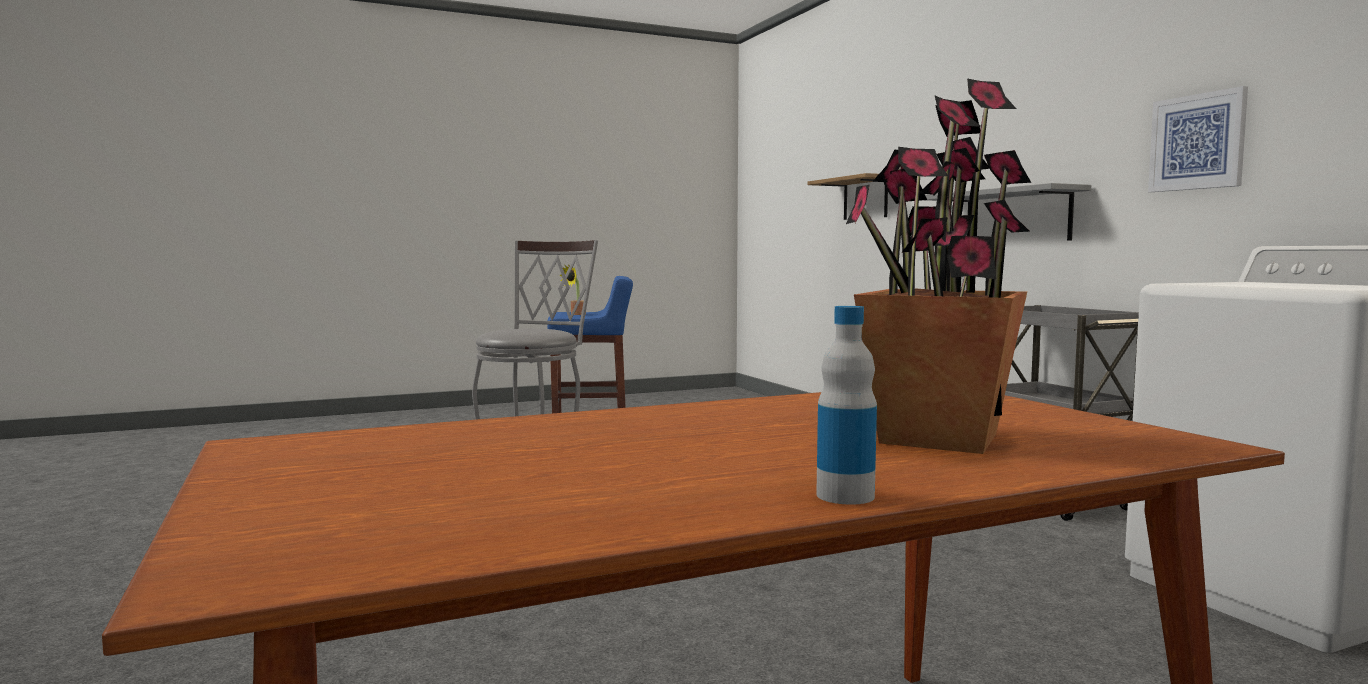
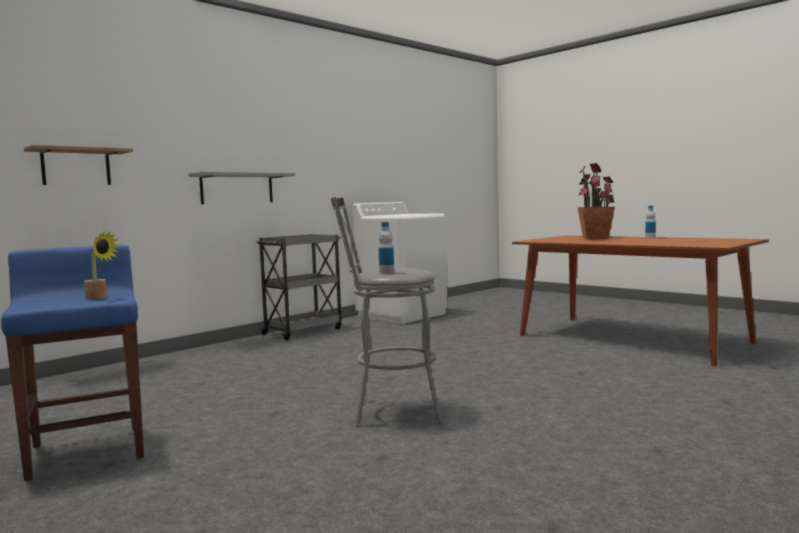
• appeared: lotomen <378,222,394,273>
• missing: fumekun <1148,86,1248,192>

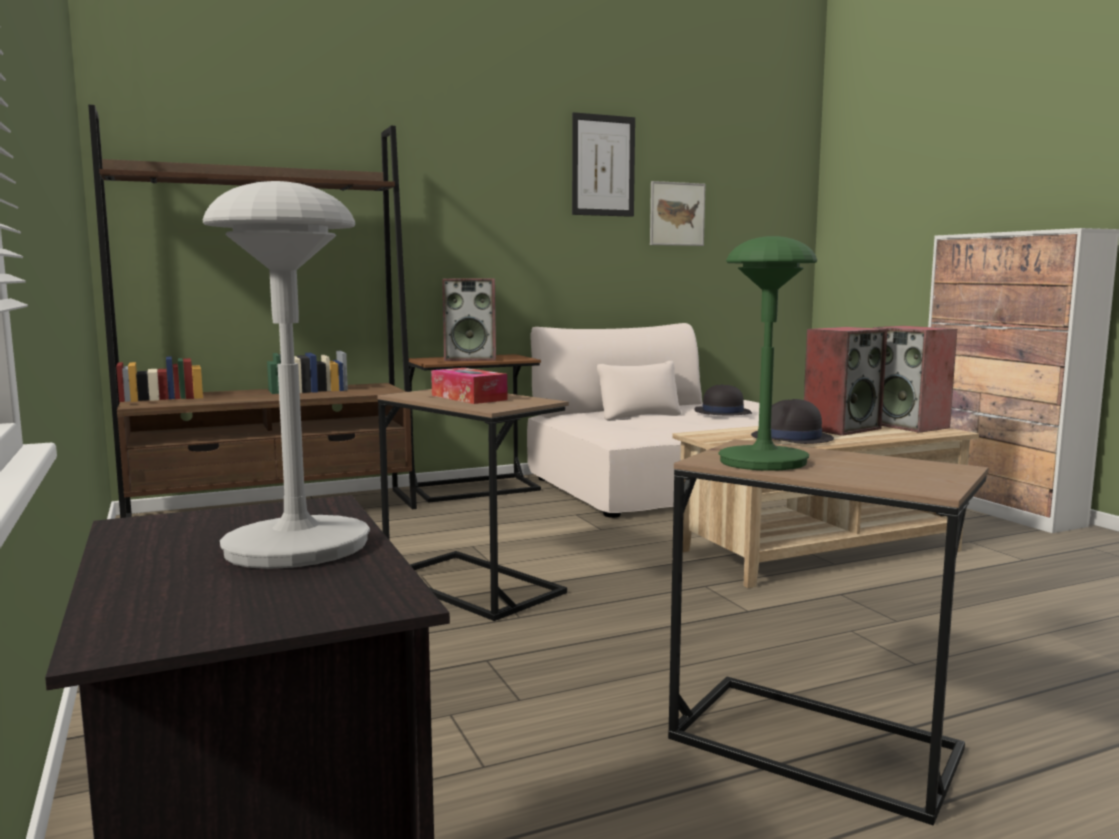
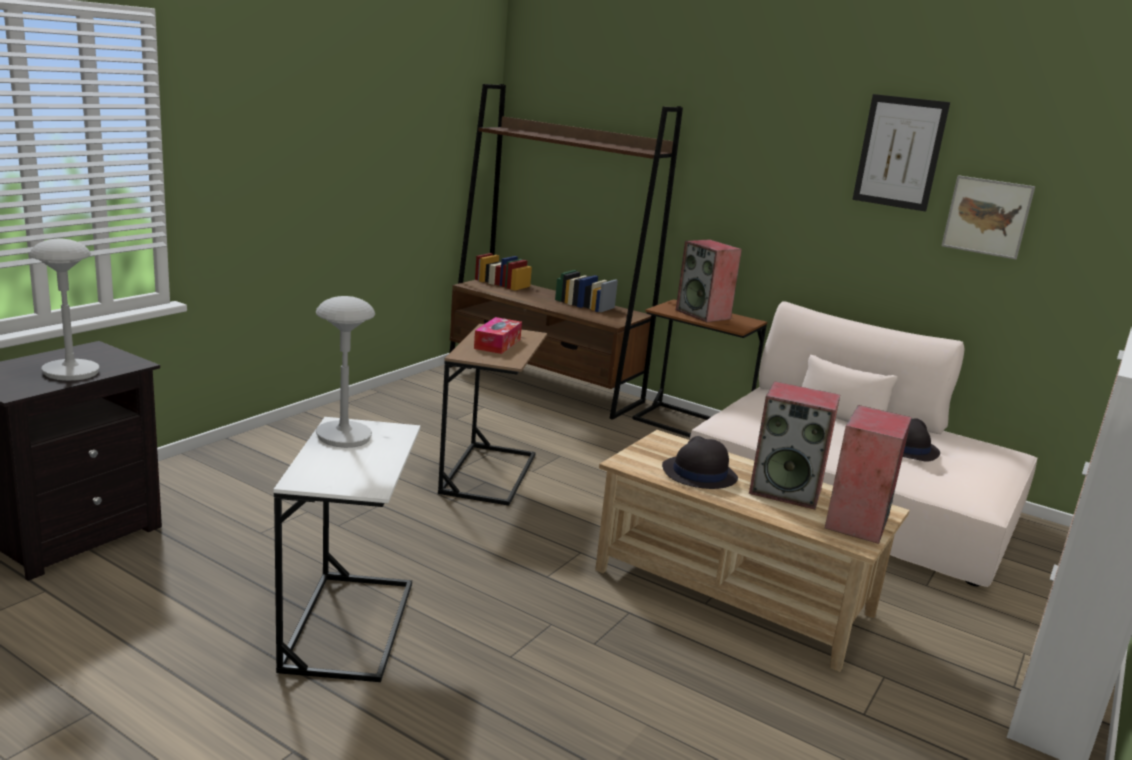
• colour: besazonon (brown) <668,439,989,825> to besazonon (white) <273,417,420,682>
• colour: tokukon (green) <719,236,817,471> to tokukon (grey) <316,296,375,448>

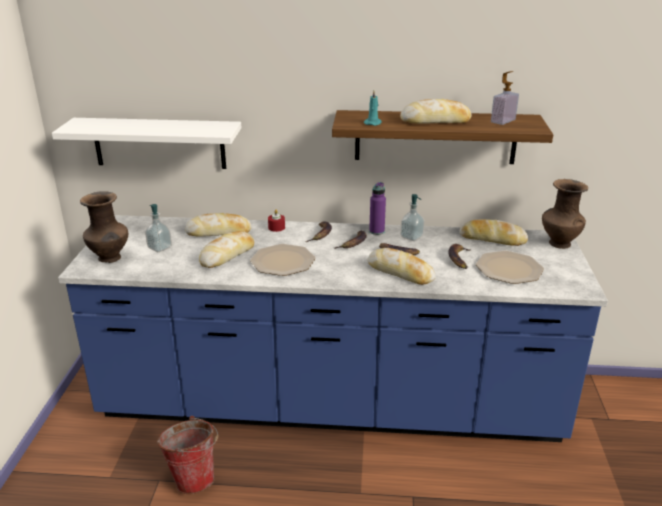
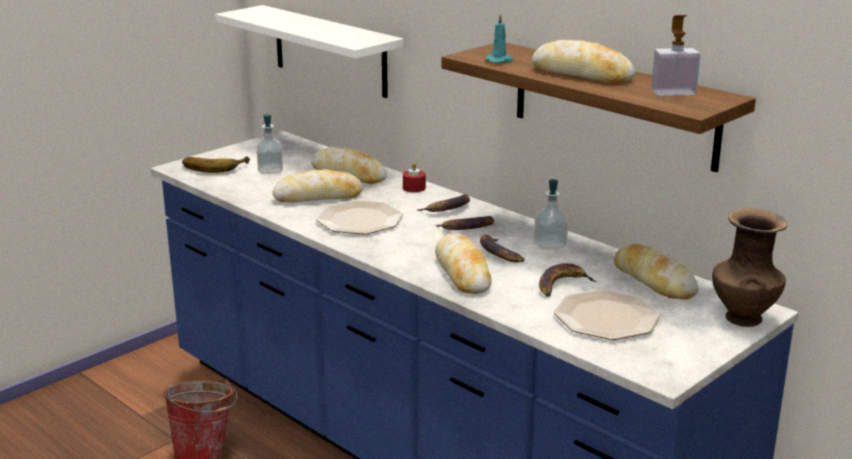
• exchanged: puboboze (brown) <80,191,128,263> to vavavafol <182,156,250,173>
• missing: lotomen (purple) <369,182,386,235>

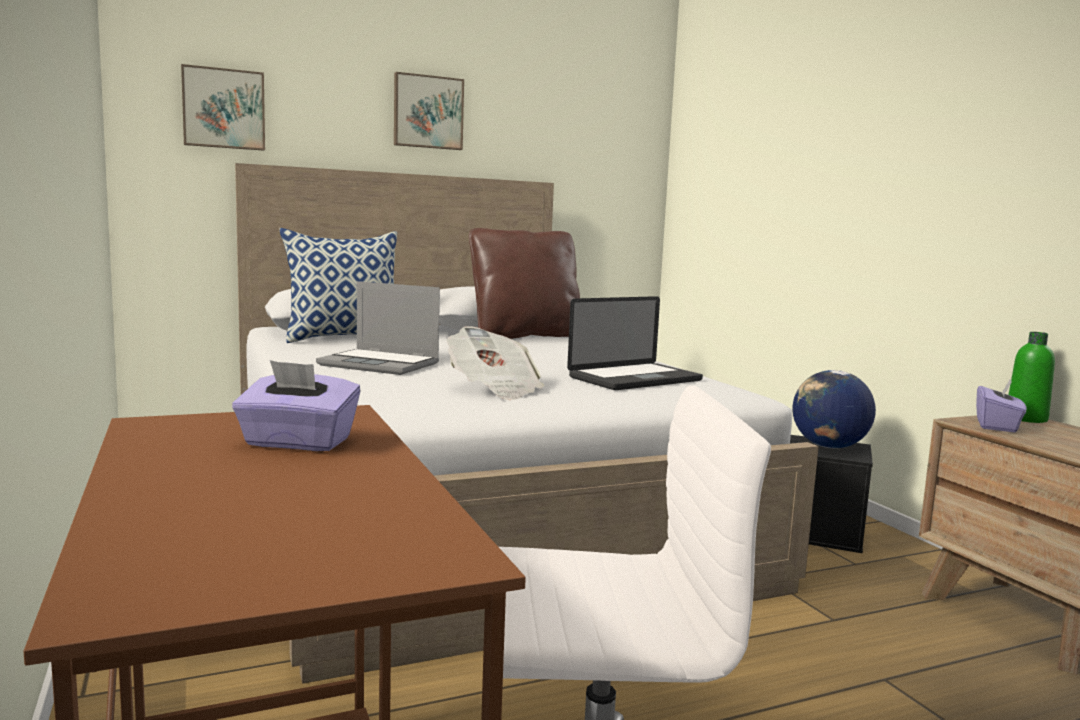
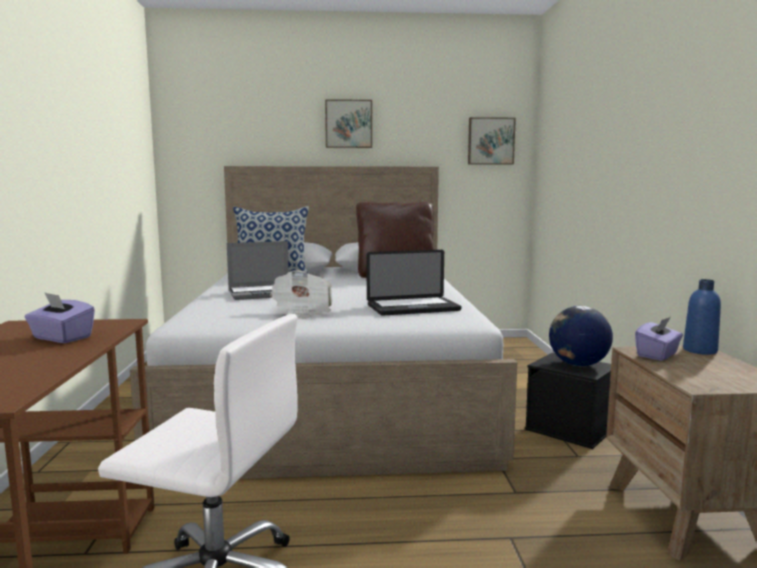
• spun: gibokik <316,281,440,375> = <227,241,289,300> 60 degrees counterclockwise
• relocated: fumekun <181,64,265,151> to <468,117,516,164>
• colour: lotomen (green) <1008,332,1055,423> to lotomen (blue) <683,279,721,355>

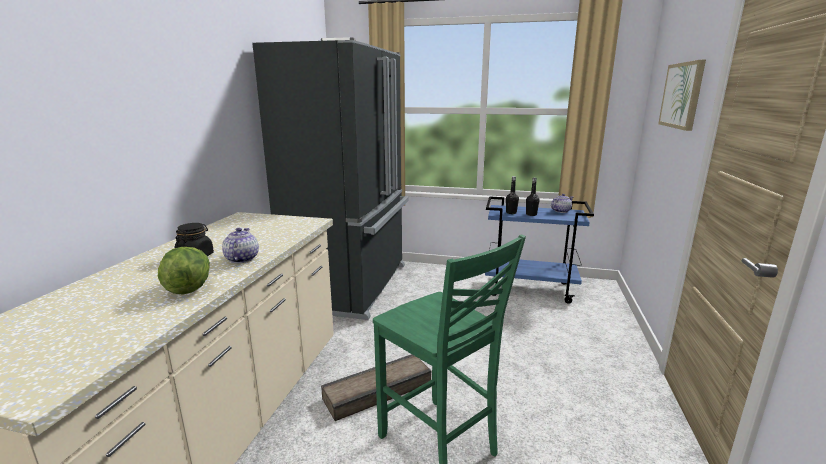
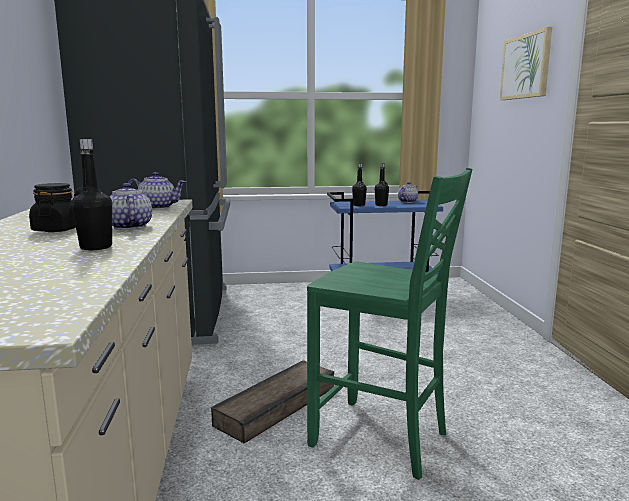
• exchanged: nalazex <158,247,210,295> to lotomen (black) <72,139,112,250>
• appeared: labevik <128,172,186,209>

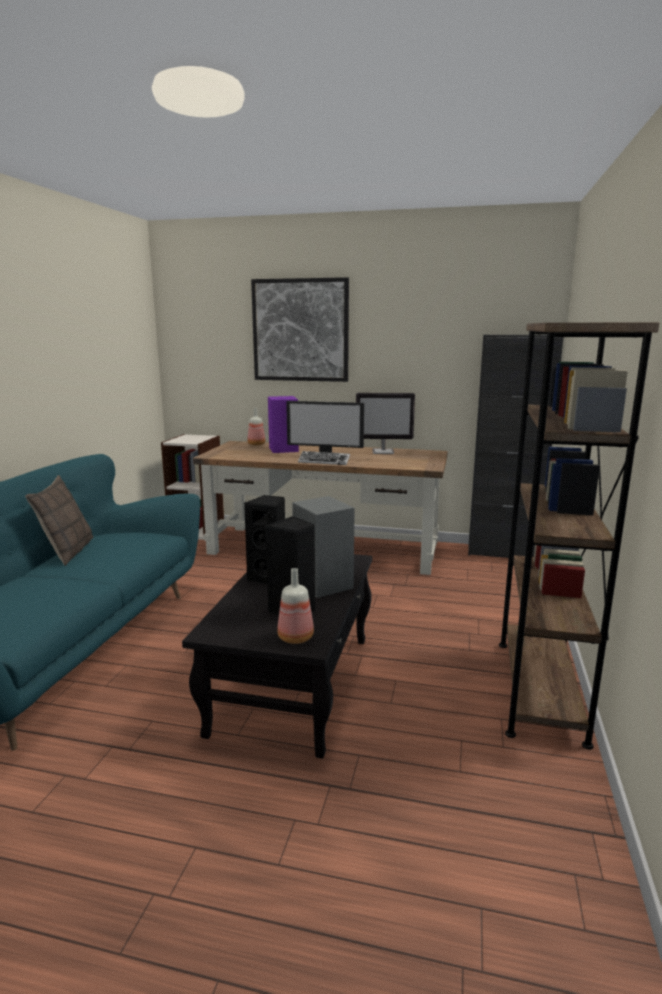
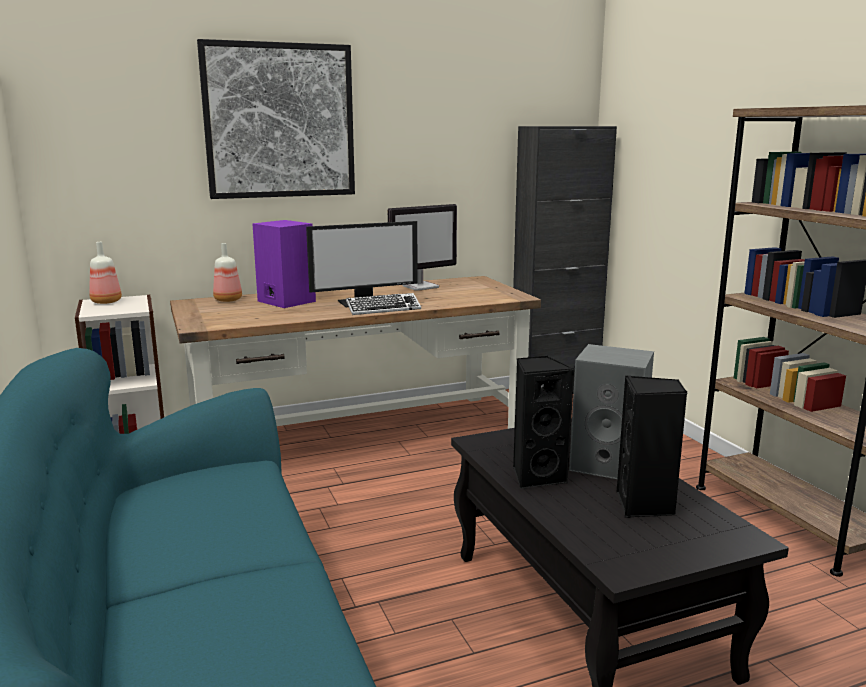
• relocated: lotomen <277,568,314,644> to <89,242,122,304>
• missing: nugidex <25,475,93,566>

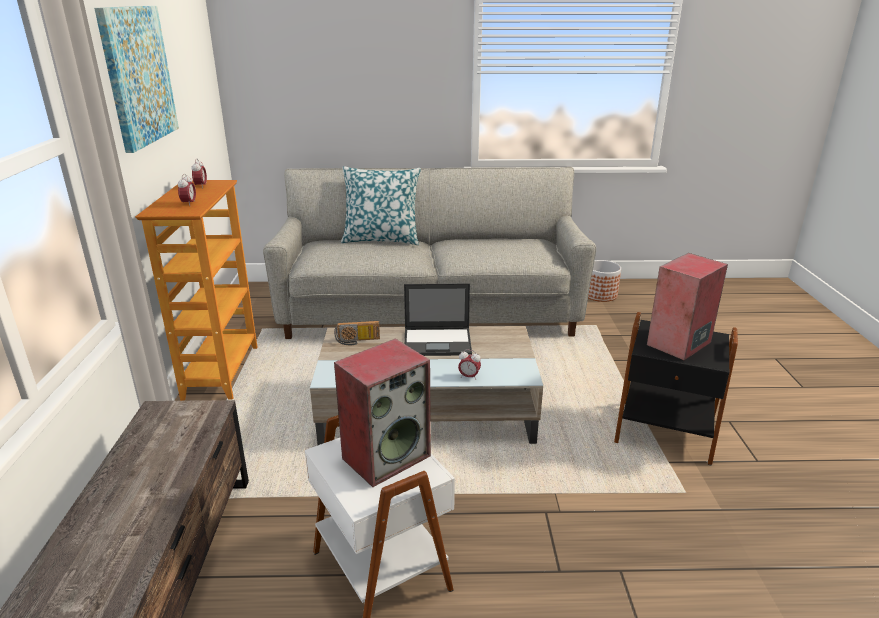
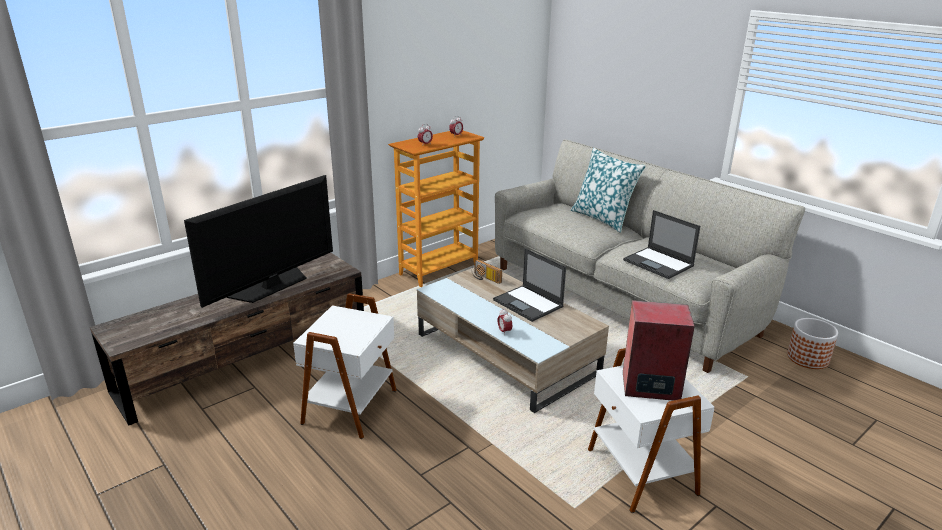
• appeared: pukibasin <184,175,333,308>
• colour: besazonon (black) <614,312,738,466> to besazonon (white) <588,348,715,513>
• appeared: gibokik <623,210,700,279>
• missing: fumekun <94,6,179,153>
• missing: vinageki <334,338,431,487>

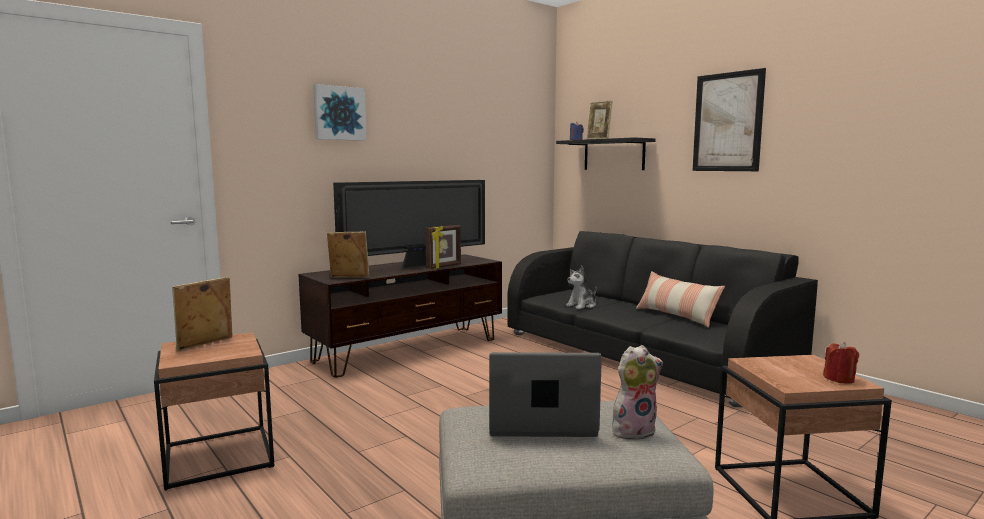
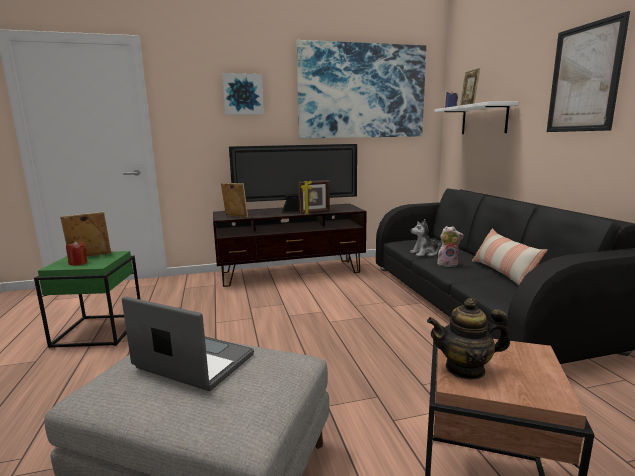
• colour: besazonon (brown) <154,332,274,490> to besazonon (green) <34,251,141,348>
• relocated: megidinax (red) <823,342,859,384> to <66,241,87,266>
• appeared: fumekun <296,40,426,138>
• appeared: labevik <427,298,510,380>
• colour: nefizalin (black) <556,137,656,170> to nefizalin (white) <435,101,518,134>
• relocated: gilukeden <612,345,663,440> to <437,226,464,267>

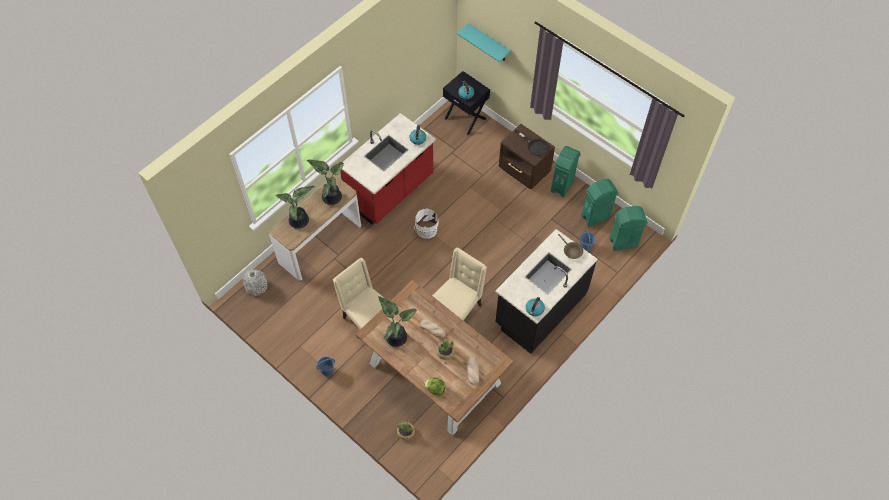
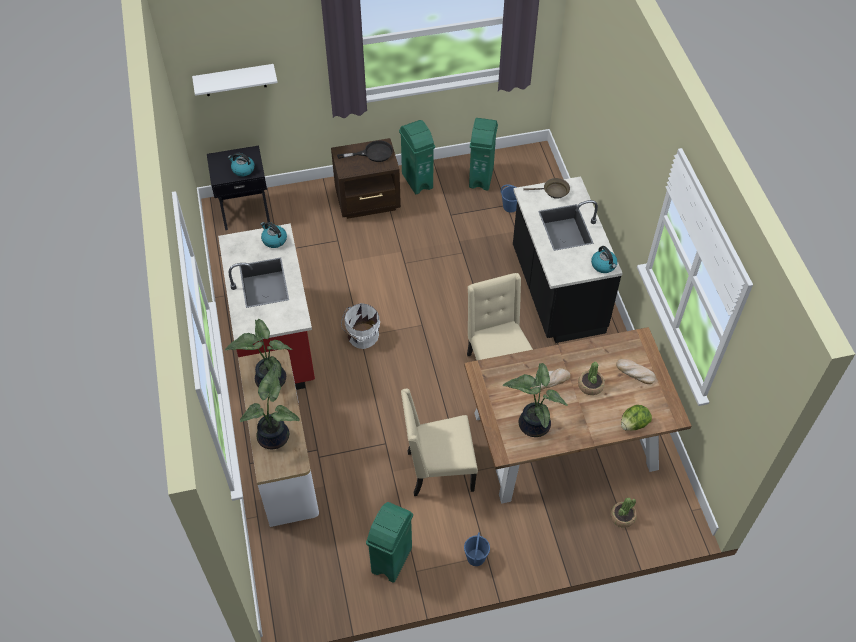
• colour: nefizalin (turquoise) <457,23,511,62> to nefizalin (white) <192,64,278,96>
• relocated: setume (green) <609,206,648,251> to <366,502,413,583>
• missing: puboboze (grey) <243,269,267,296>

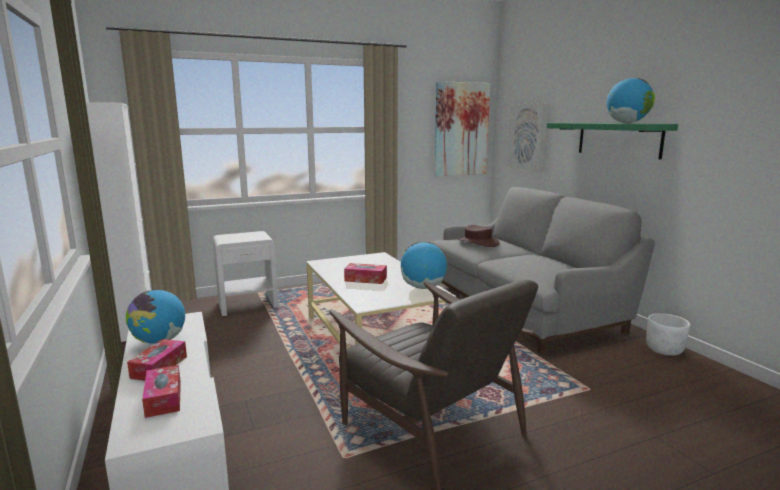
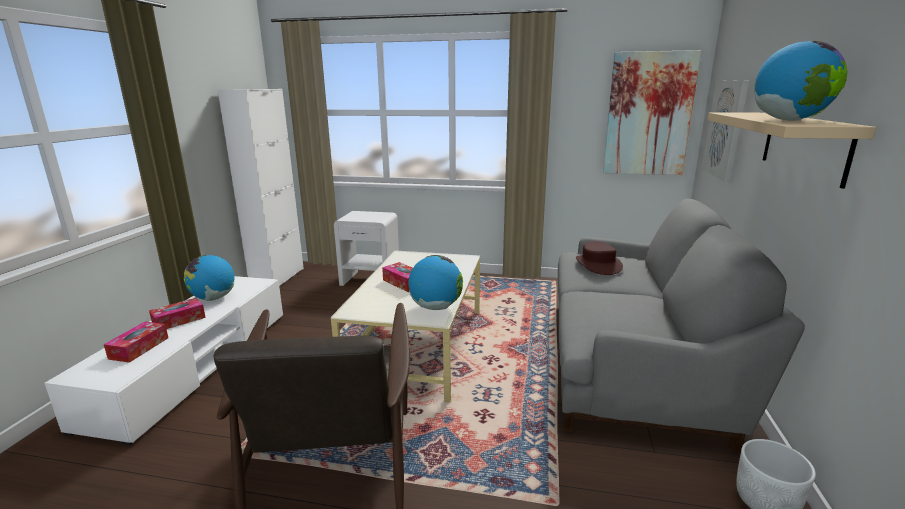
• colour: nefizalin (green) <547,123,678,159> to nefizalin (beige) <708,112,876,189>

